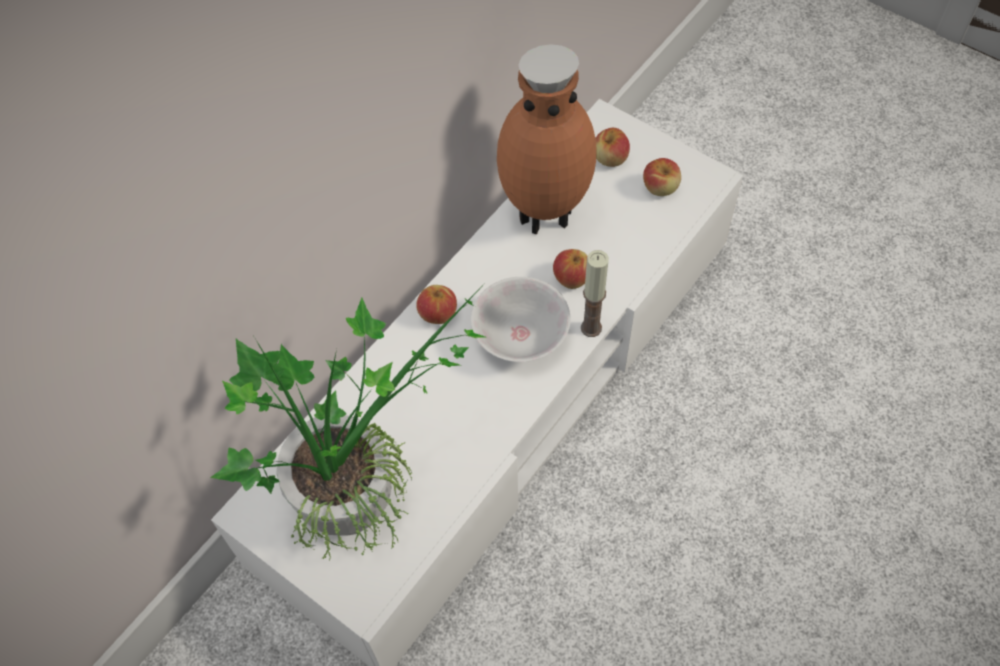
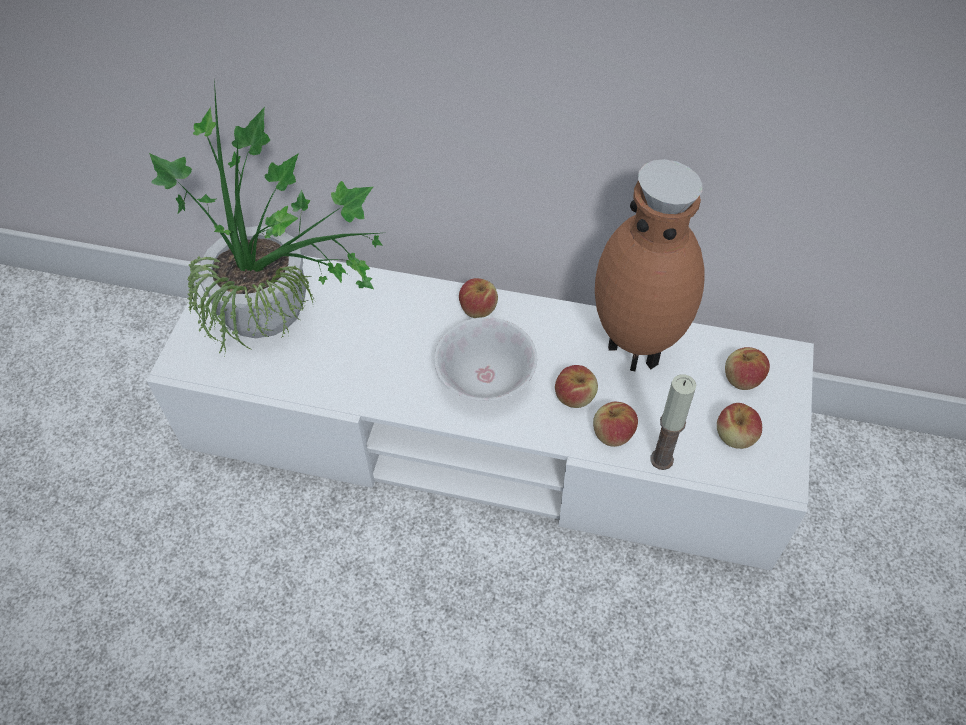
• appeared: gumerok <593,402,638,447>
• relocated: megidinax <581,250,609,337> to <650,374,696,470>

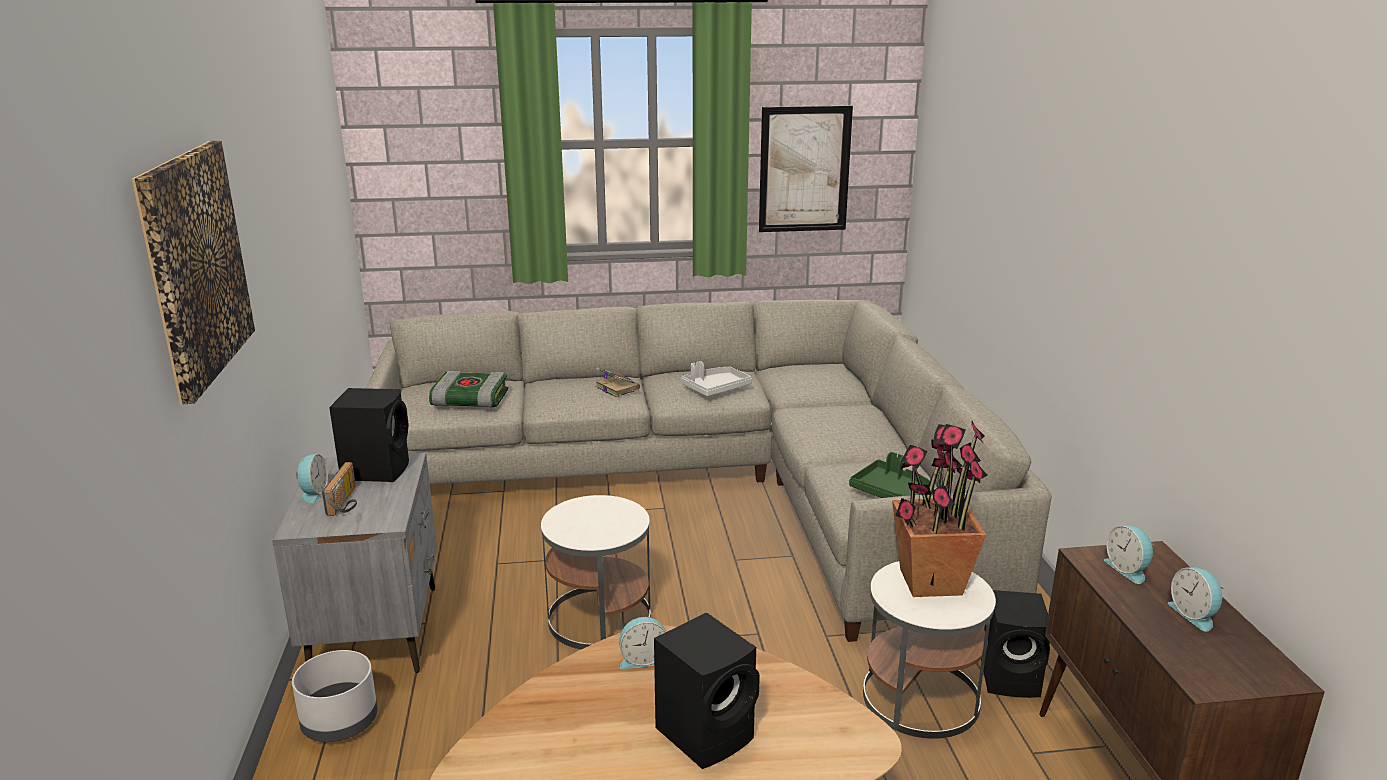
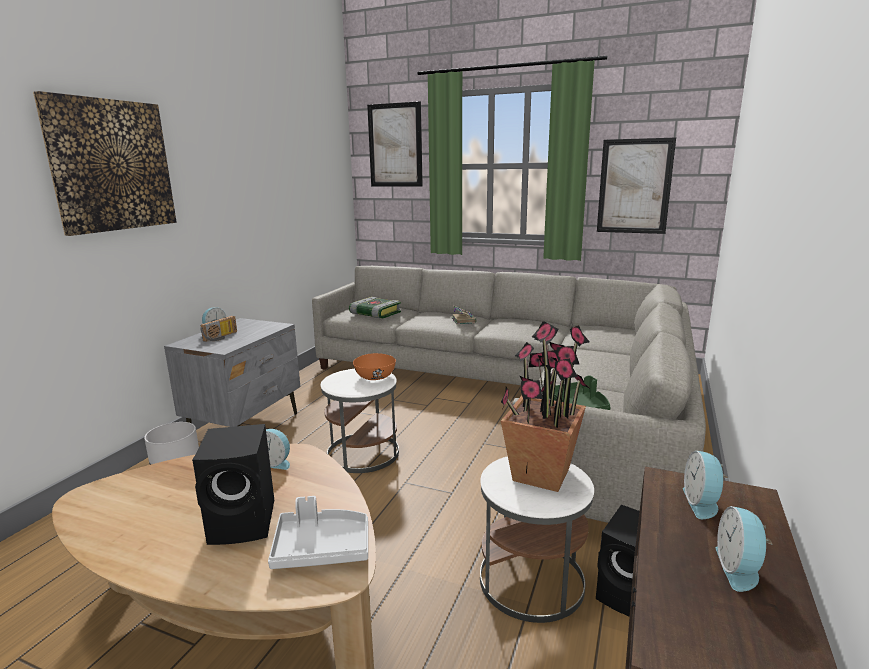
• relocated: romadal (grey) <681,361,752,396> to <268,496,368,569>
• appeared: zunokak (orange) <353,353,396,380>
• appeared: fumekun <367,101,423,186>
• missing: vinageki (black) <329,388,409,482>

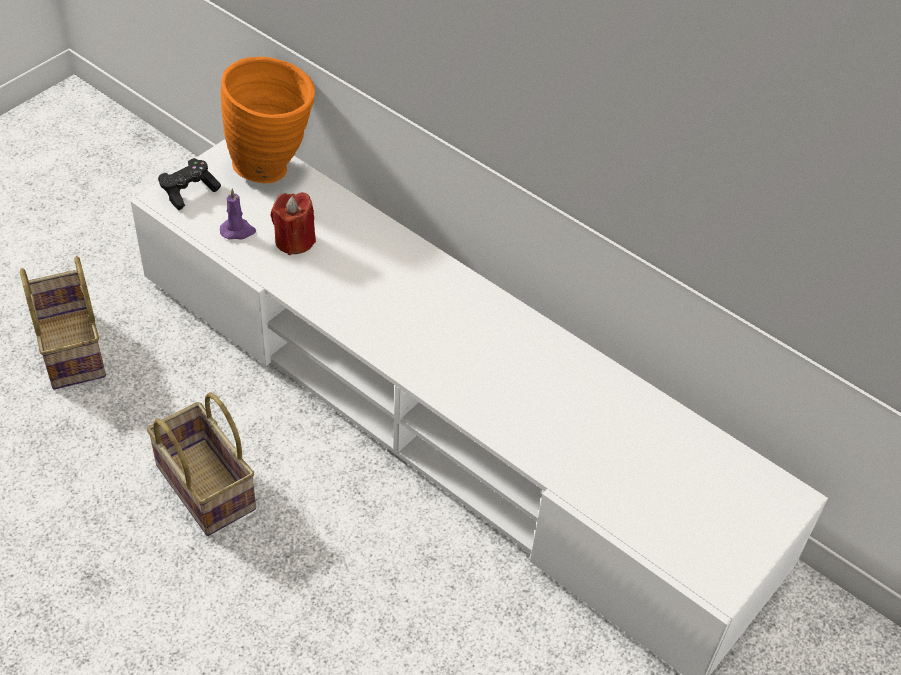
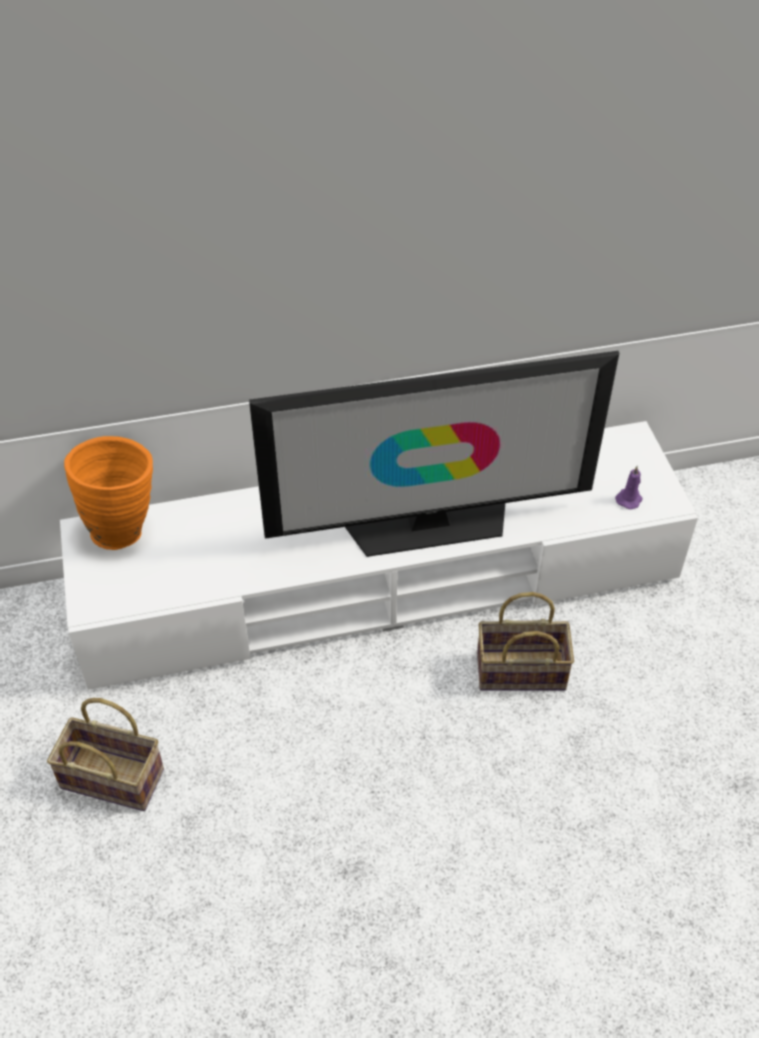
• appeared: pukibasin <249,351,619,557>
• relocated: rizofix <146,392,256,536> to <477,592,574,691>
• relocated: megidinax (purple) <220,188,256,240> to <615,466,643,509>
• missing: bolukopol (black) <158,158,221,211>
• missing: megidinax (red) <271,192,316,255>

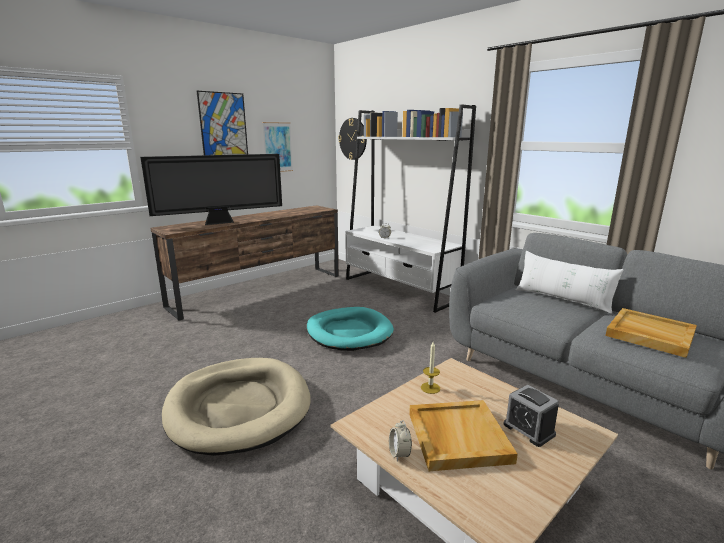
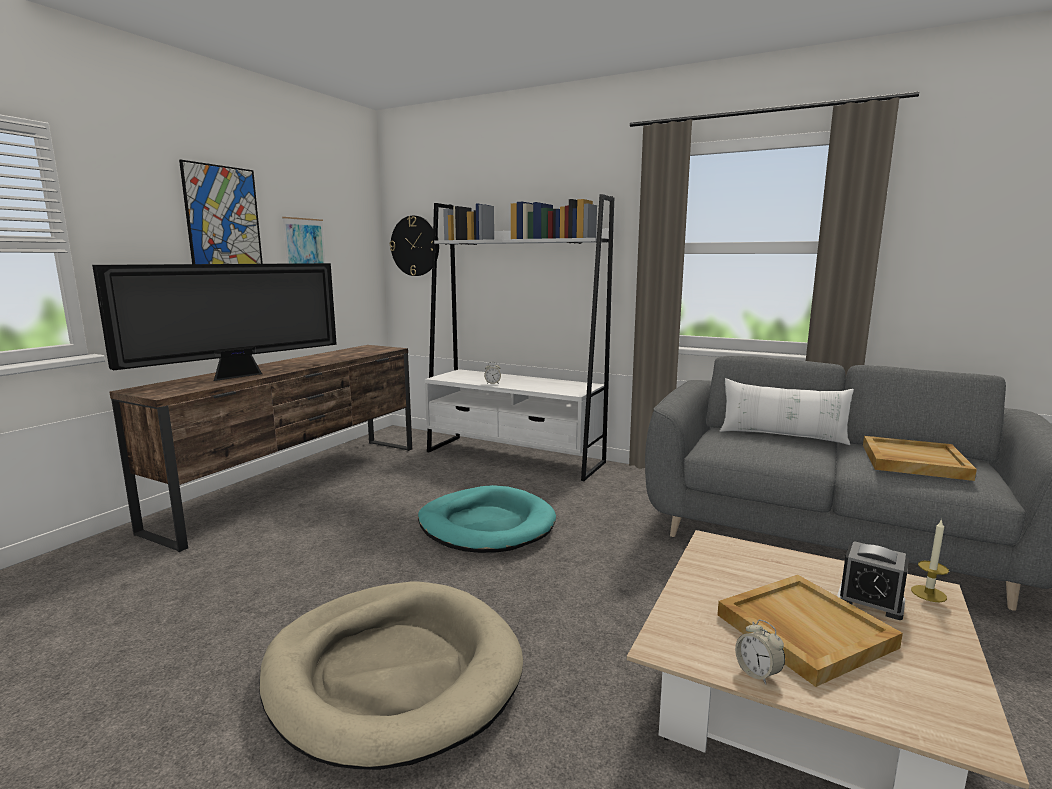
• relocated: megidinax <421,342,440,394> to <911,519,949,602>

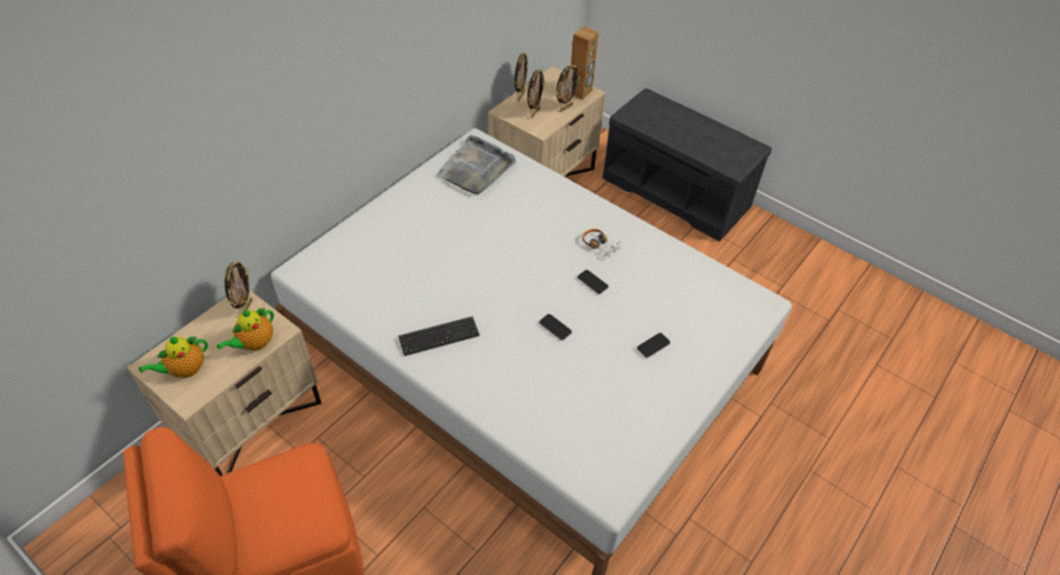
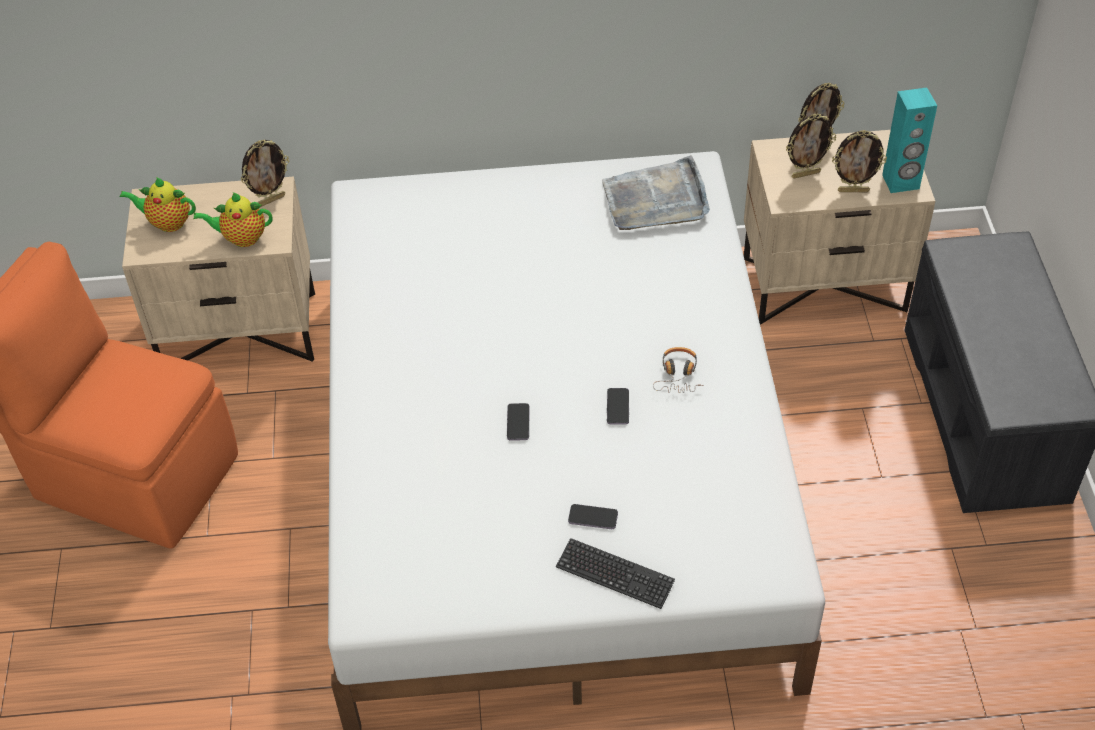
• relocated: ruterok <398,316,480,356> to <556,538,675,609>
• colour: vinageki (brown) <571,26,599,100> to vinageki (turquoise) <882,87,937,193>

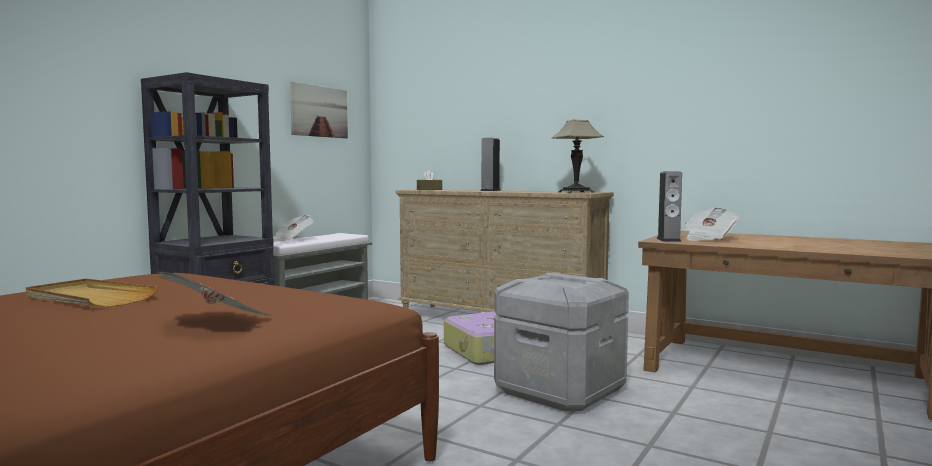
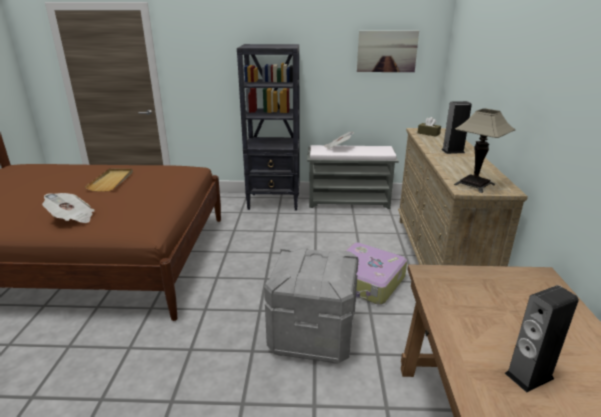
• relocated: vinageki <657,171,682,242> to <505,285,579,393>
• missing: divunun <684,207,740,241>

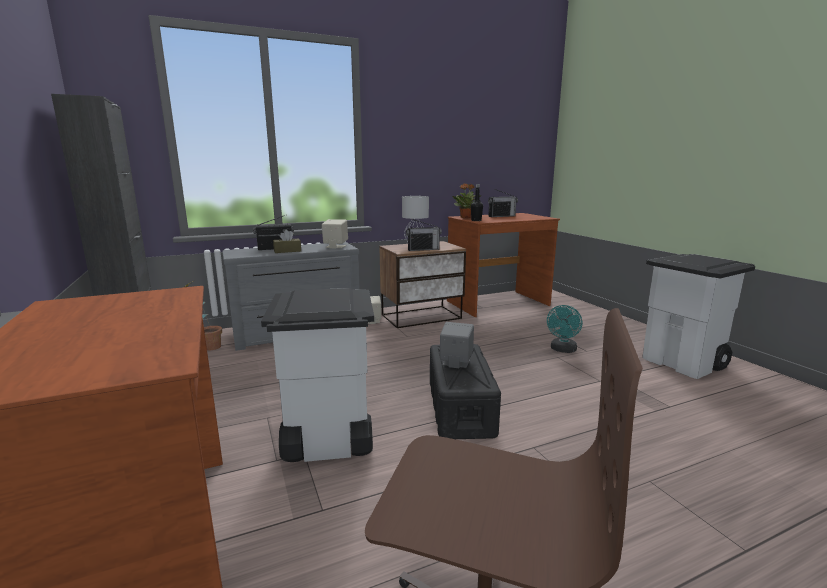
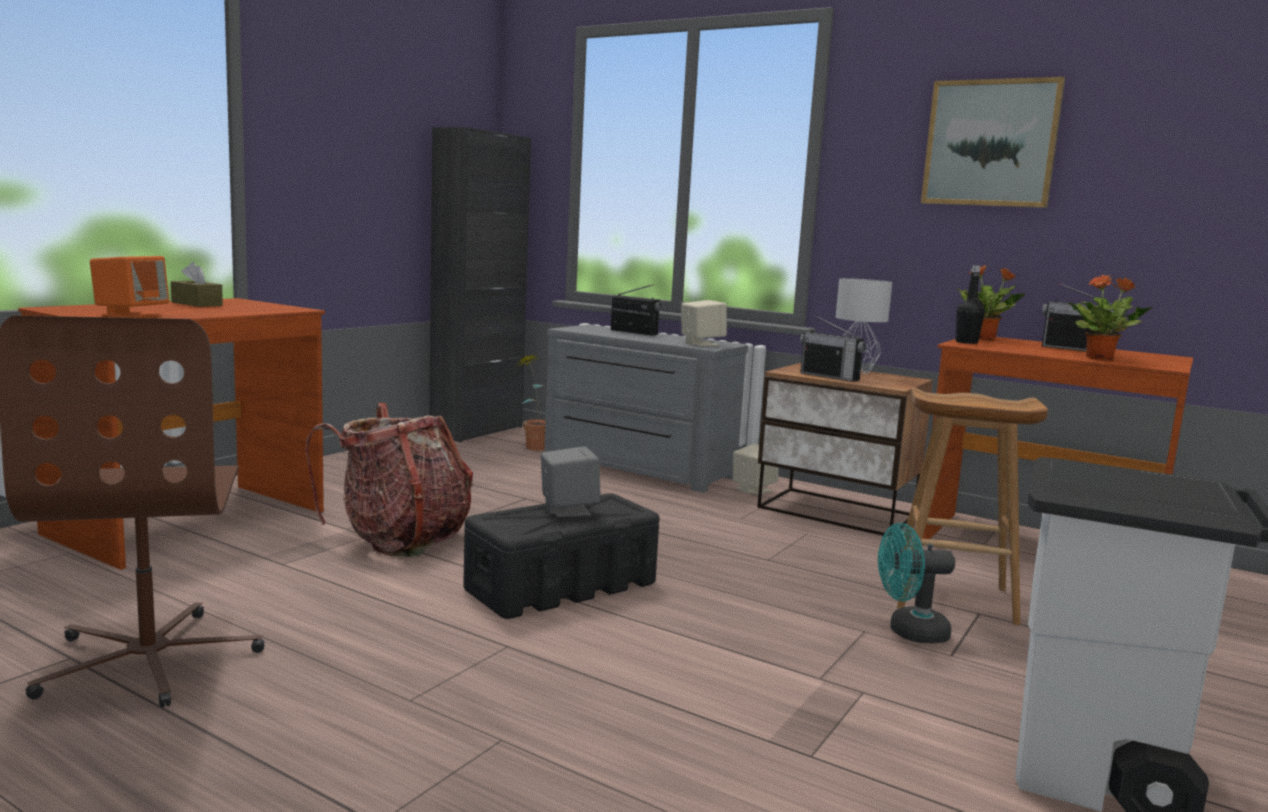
• appeared: vinageki (orange) <90,256,169,318>
• relocated: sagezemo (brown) <273,230,301,253> to <171,262,223,307>
• exchanged: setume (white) <261,288,374,462> to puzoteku <305,403,473,557>
• appeared: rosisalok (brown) <897,387,1048,625>
• appeared: fumekun <921,77,1065,208>
• appeared: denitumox <1067,275,1153,360>

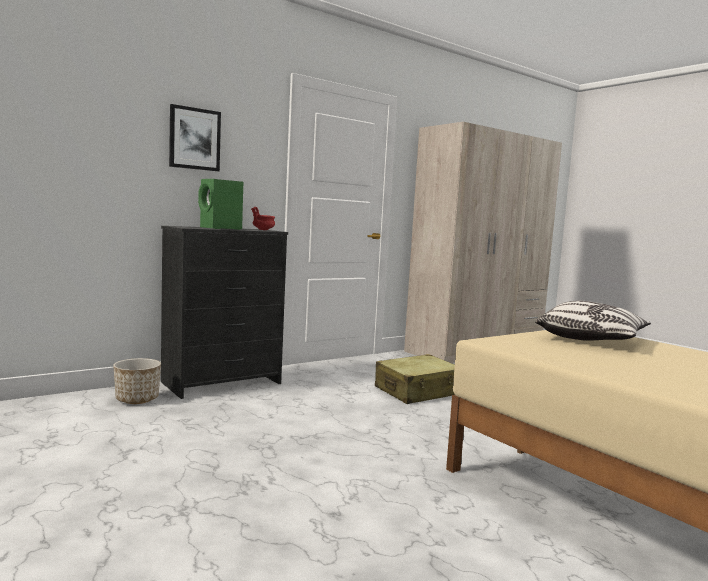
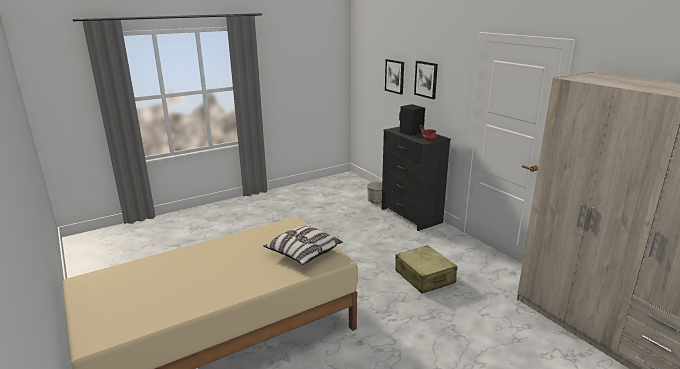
• appeared: fumekun <385,59,404,95>
• colour: vinageki (green) <198,179,243,230> to vinageki (black) <399,104,425,136>

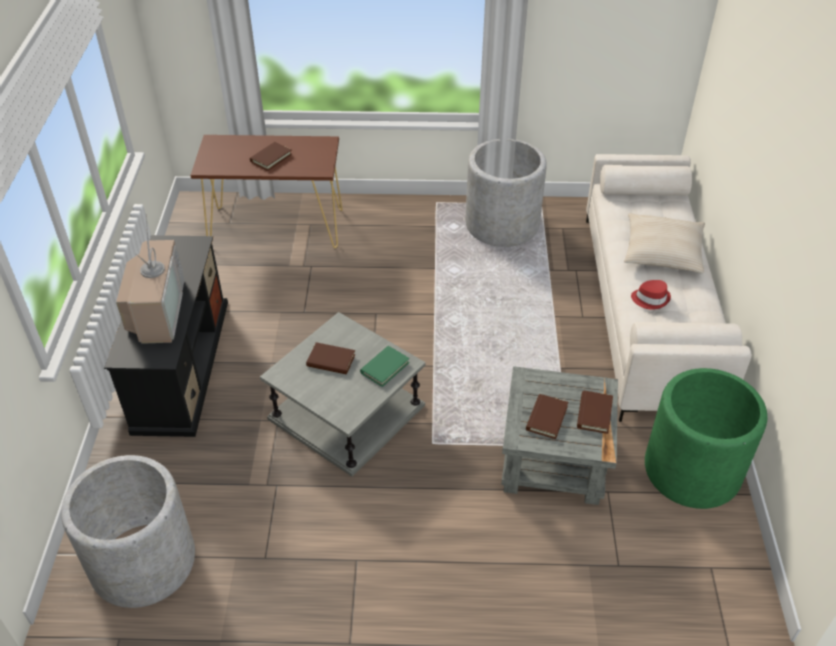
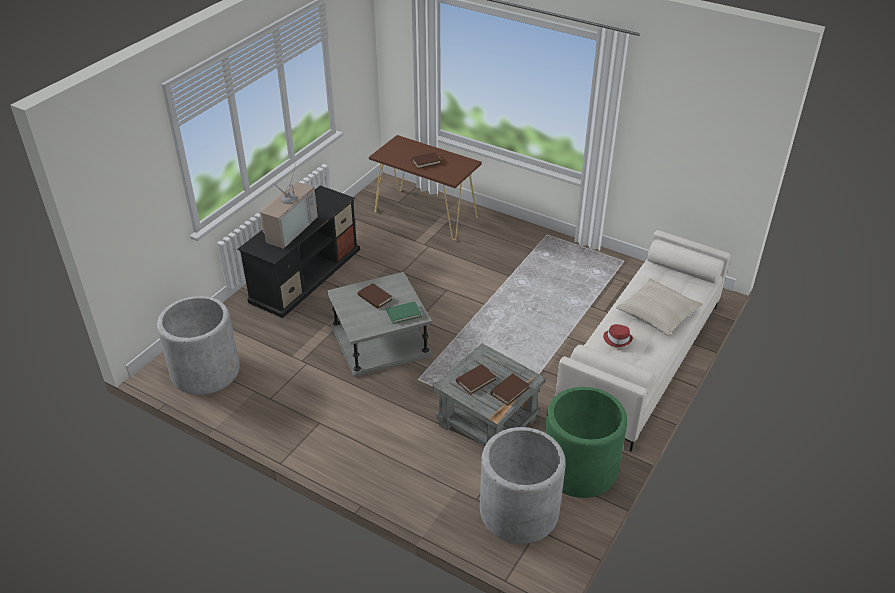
• relocated: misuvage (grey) <465,139,547,247> to <480,427,566,544>

